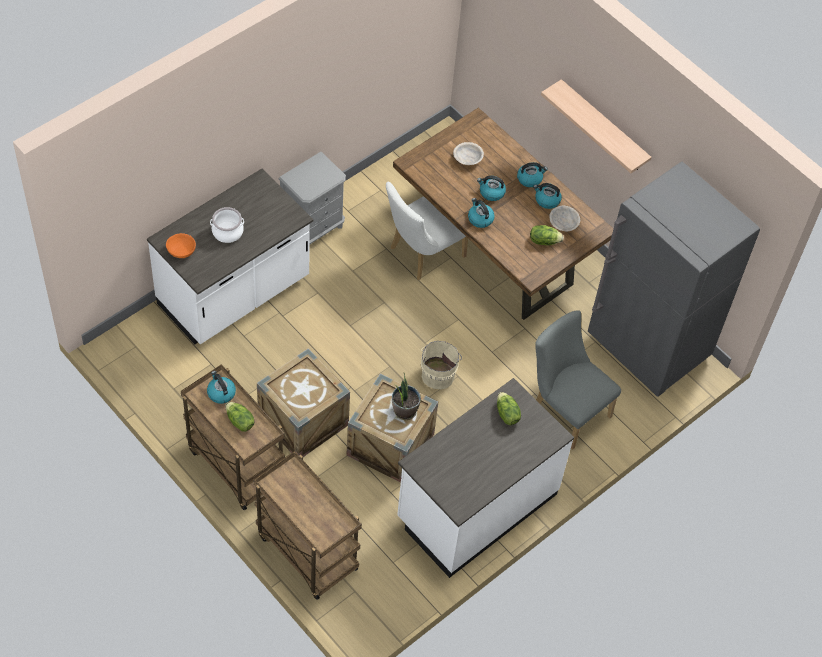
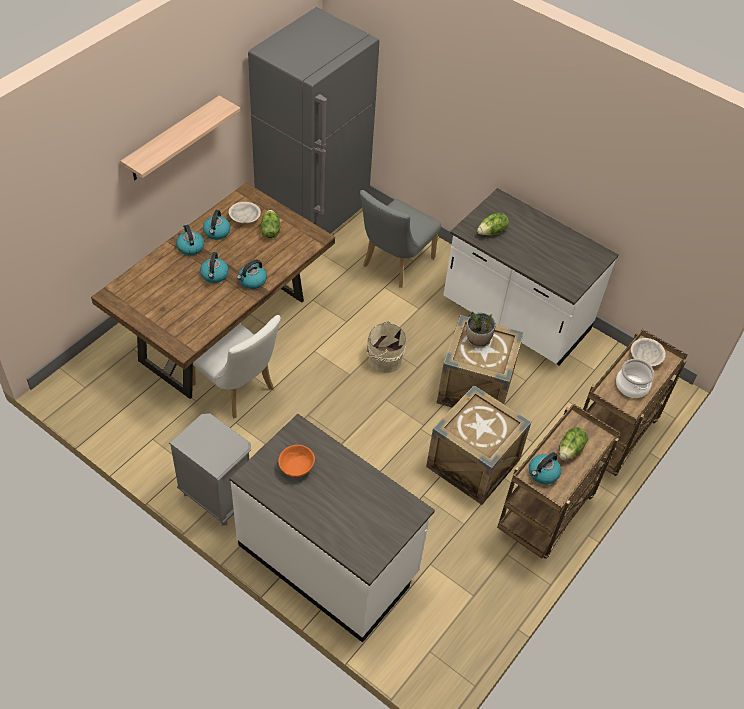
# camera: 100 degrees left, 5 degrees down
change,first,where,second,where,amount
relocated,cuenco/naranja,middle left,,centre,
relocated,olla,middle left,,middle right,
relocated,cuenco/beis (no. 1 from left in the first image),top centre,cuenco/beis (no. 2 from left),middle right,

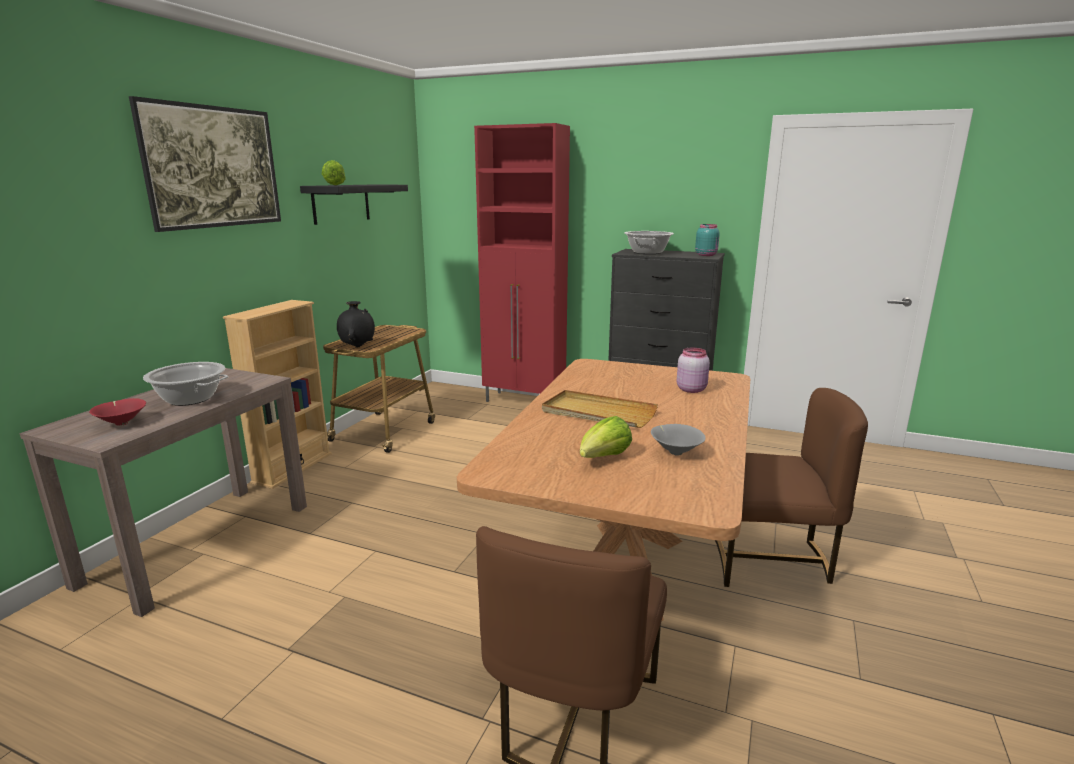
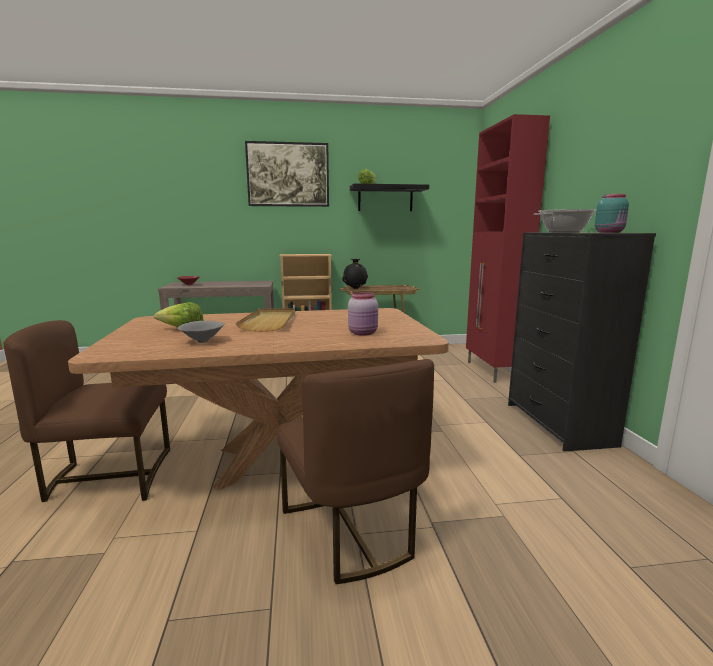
# camera: 60 degrees right, 5 degrees down
change,first,where,second,where,amount
missing,olla (no. 1 from left),middle left,,,

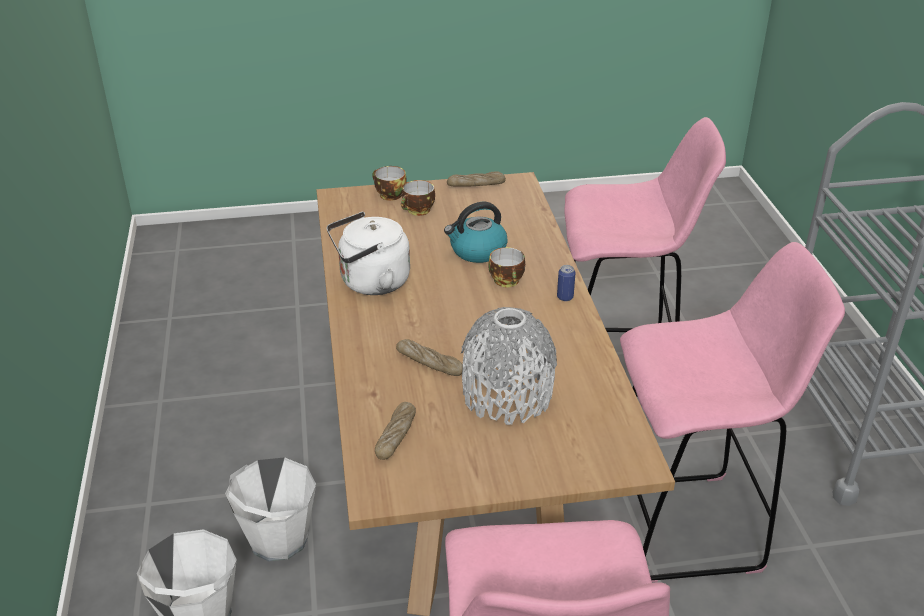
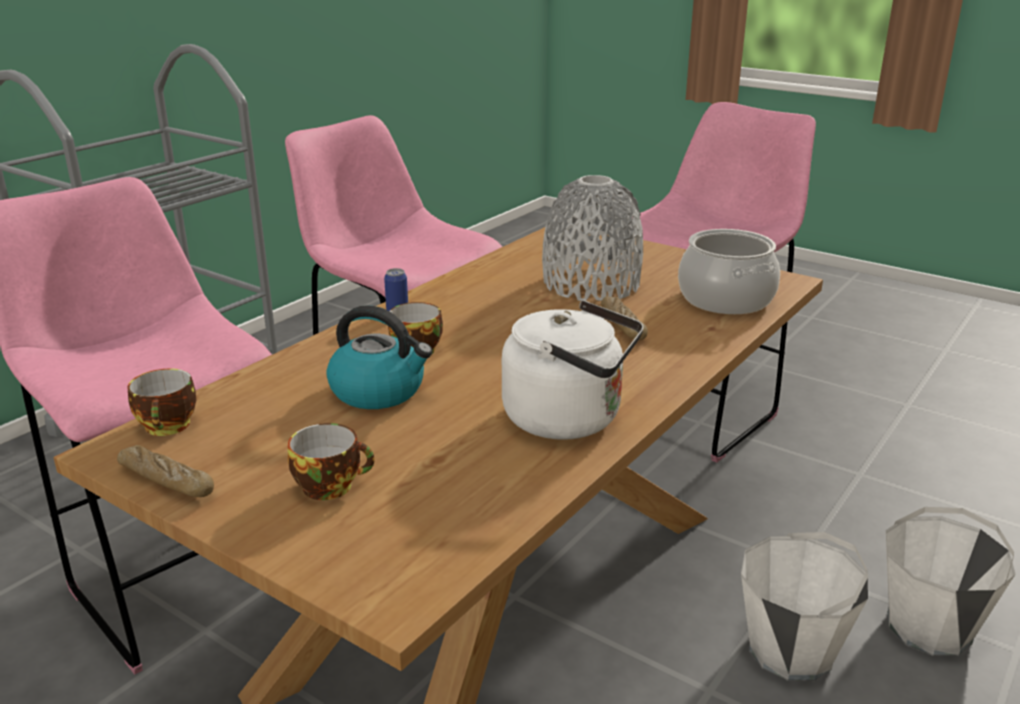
# camera: 135 degrees left, 10 degrees down
change,first,where,second,where,amount
relocated,taza (no. 1 from left),top centre,,middle left,
exchanged,pan (no. 1 from left),bottom centre,olla,middle right,

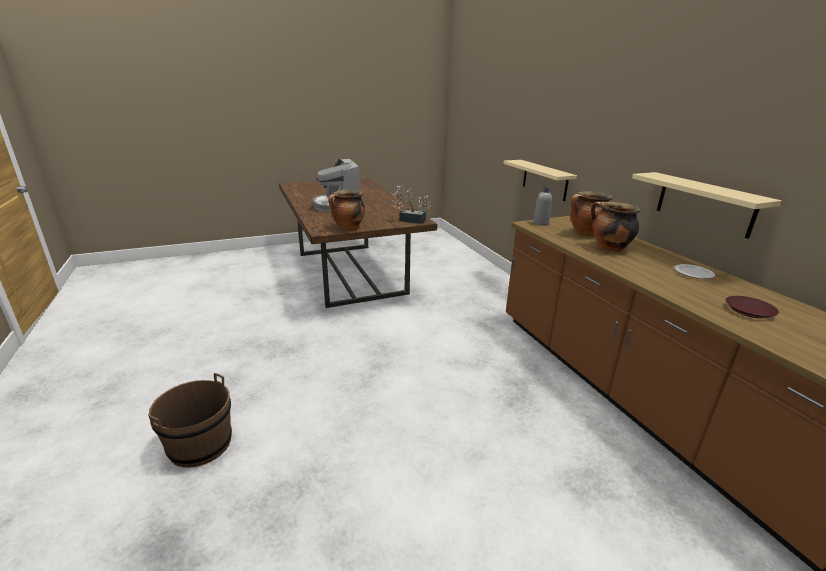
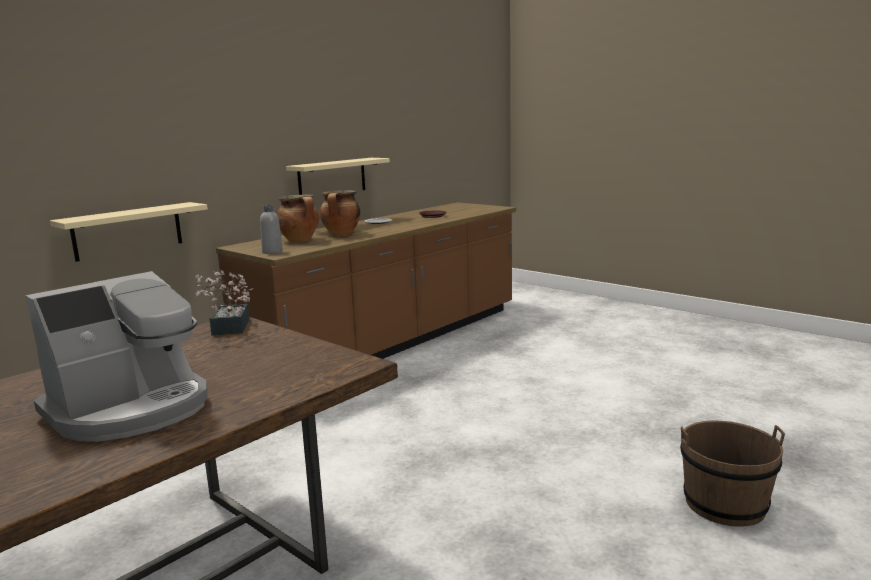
# camera: 115 degrees left, 10 degrees down
change,first,where,second,where,amount
missing,olla (no. 1 from left),centre,,,

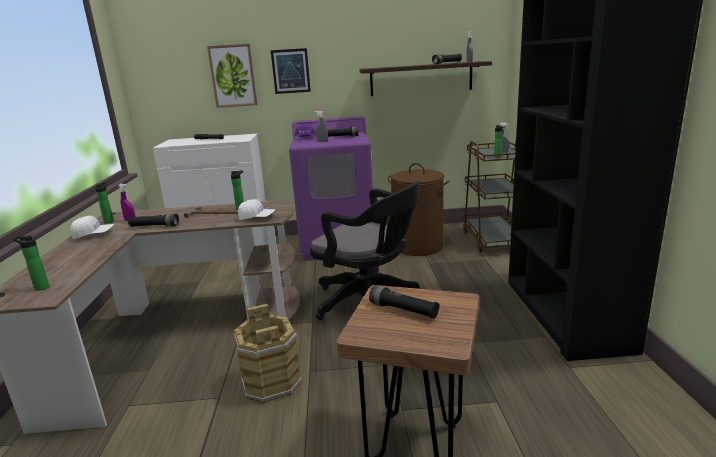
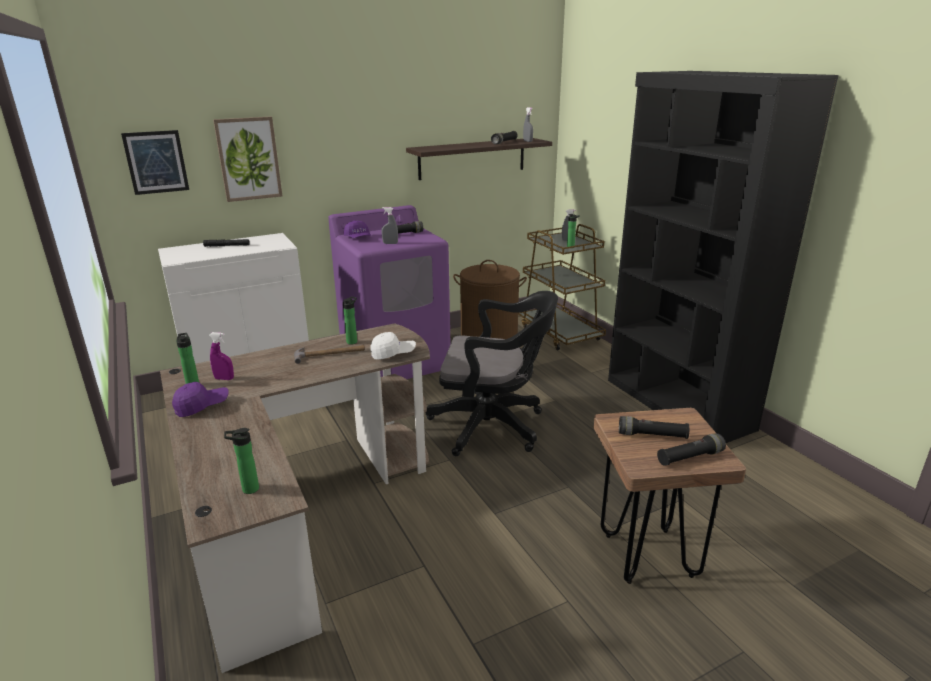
# camera: 25 degrees left, 5 degrees up
change,first,where,second,where,amount
relocated,cuadro (no. 2 from left in the first image),top centre,cuadro (no. 1 from left),top left,
colour,gorra/blanco (no. 1 from left),middle left,gorra/morado (no. 1 from left),middle left,
relocated,linterna/negro (no. 1 from left in the first image),middle left,linterna/negro (no. 5 from left),middle right,
missing,cubo/marrón,bottom centre,,,

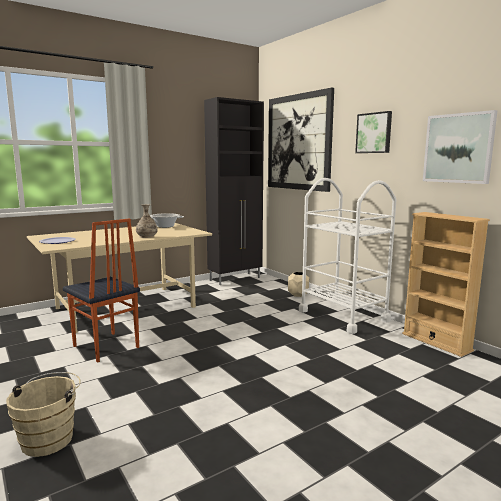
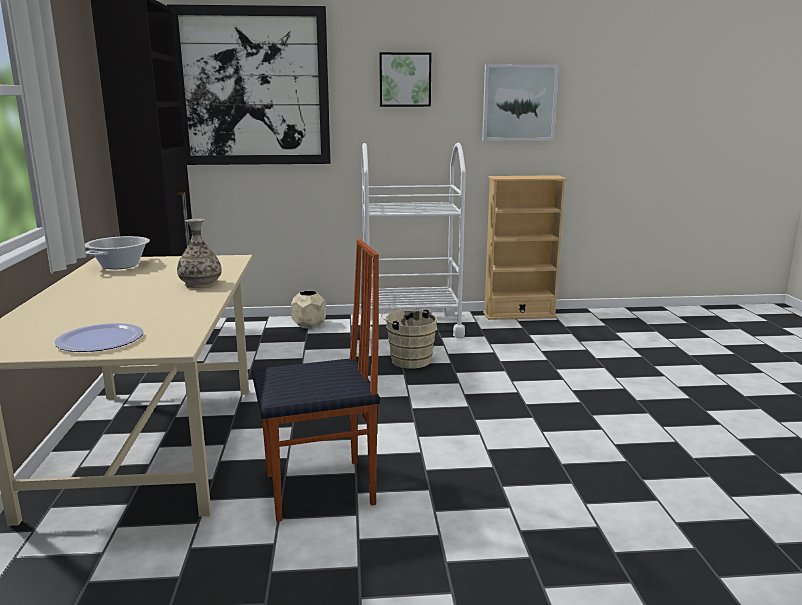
# camera: 60 degrees left, 5 degrees up
change,first,where,second,where,amount
relocated,cubo/beis,bottom left,,centre,

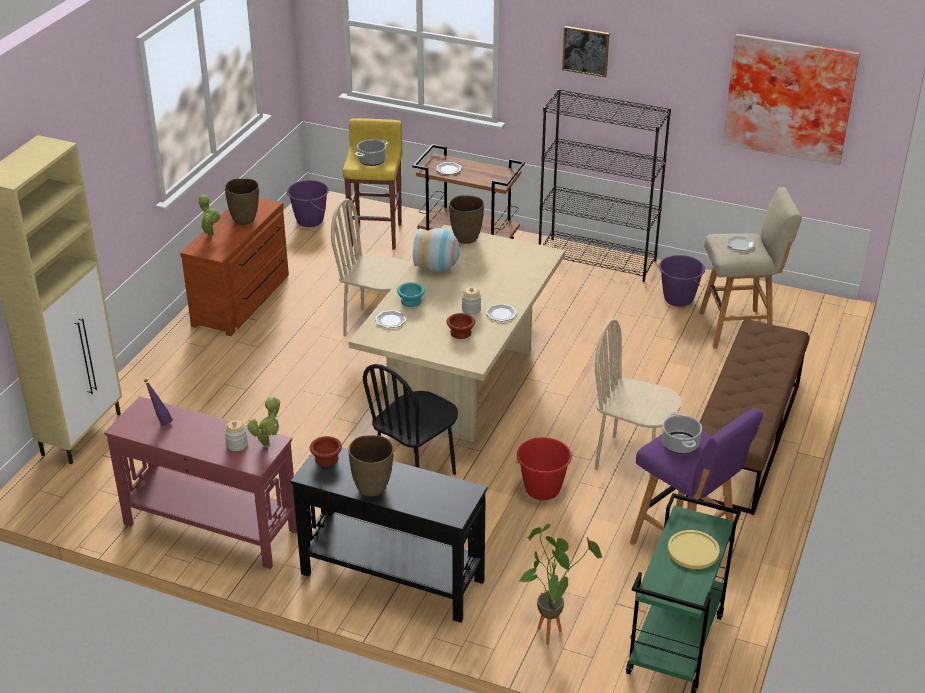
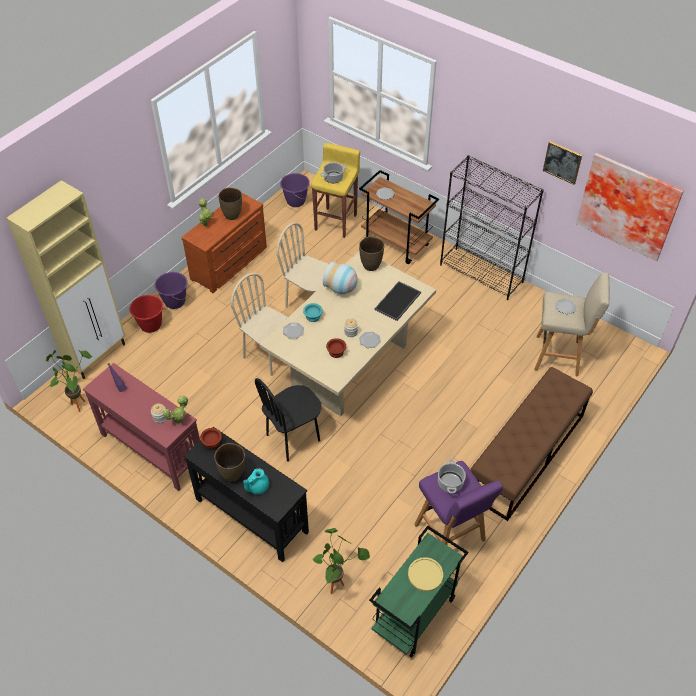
# camera: 15 degrees right, 15 degrees up
change,first,where,second,where,amount
appeared,,,planta en maceta (no. 1 from left),middle left,
relocated,cubo/rojo,bottom centre,,middle left,
relocated,cubo/morado (no. 2 from left in the first image),middle right,cubo/morado (no. 1 from left),middle left,
relocated,silla/beis (no. 2 from left in the first image),middle right,silla/beis (no. 1 from left),centre,
appeared,,,tetera/turquesa,bottom centre,
appeared,,,bandeja,centre,
relocated,cuadro (no. 1 from left),top centre,,top right,

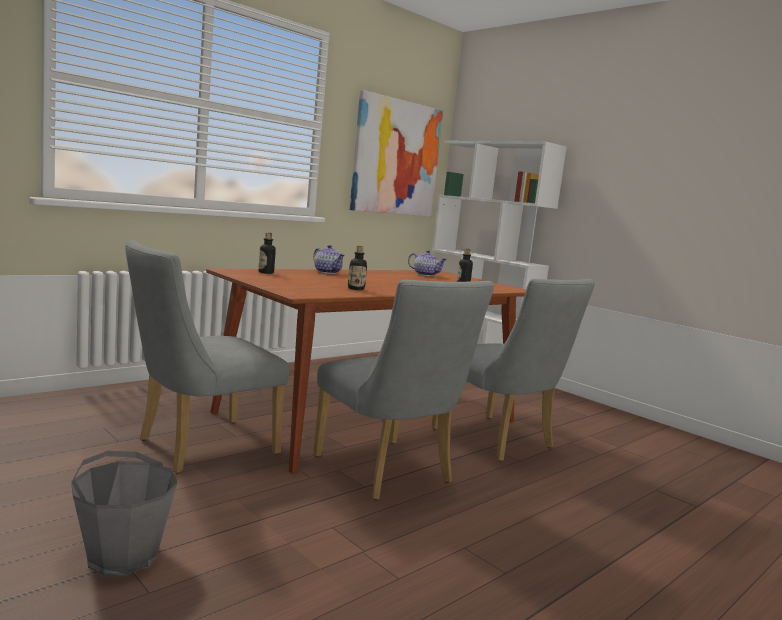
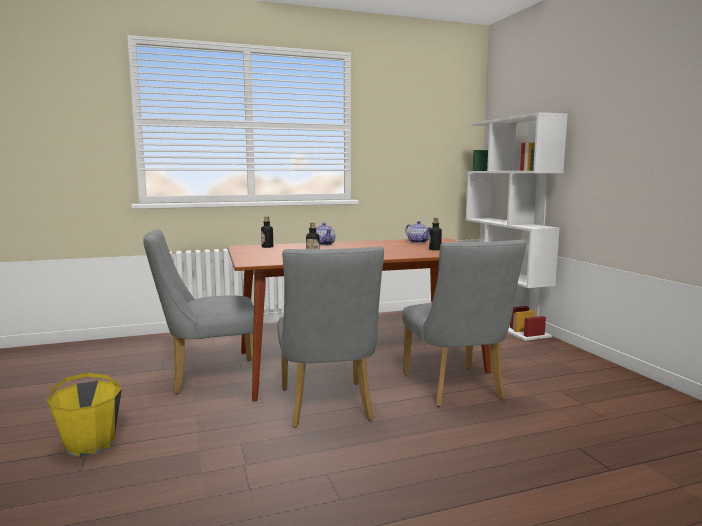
# camera: 25 degrees right, 0 degrees up
change,first,where,second,where,amount
colour,cubo/gris,bottom left,cubo/amarillo,bottom left,
missing,cuadro,top centre,,,

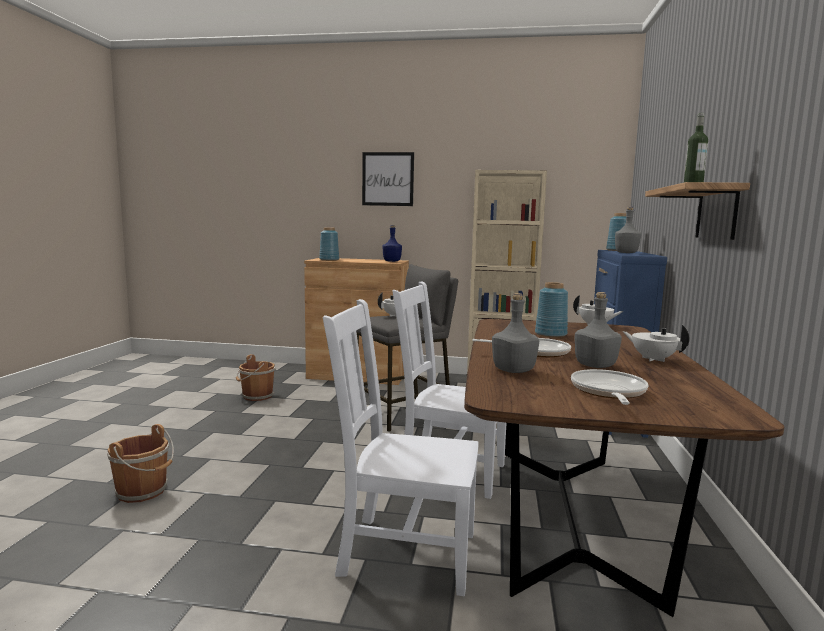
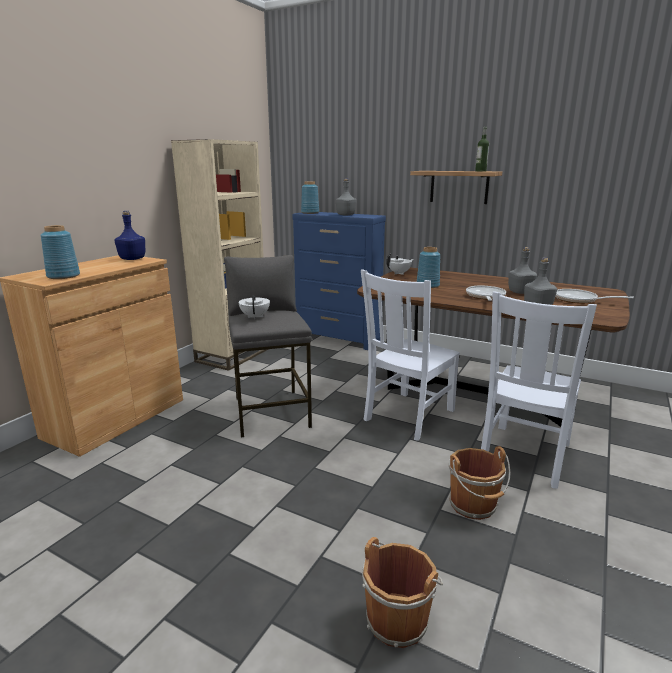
# camera: 70 degrees left, 10 degrees up
change,first,where,second,where,amount
relocated,cubo/marrón (no. 2 from left),middle left,,bottom right,
missing,cuadro,top centre,,,
missing,tetera/blanco (no. 3 from left),middle right,,,

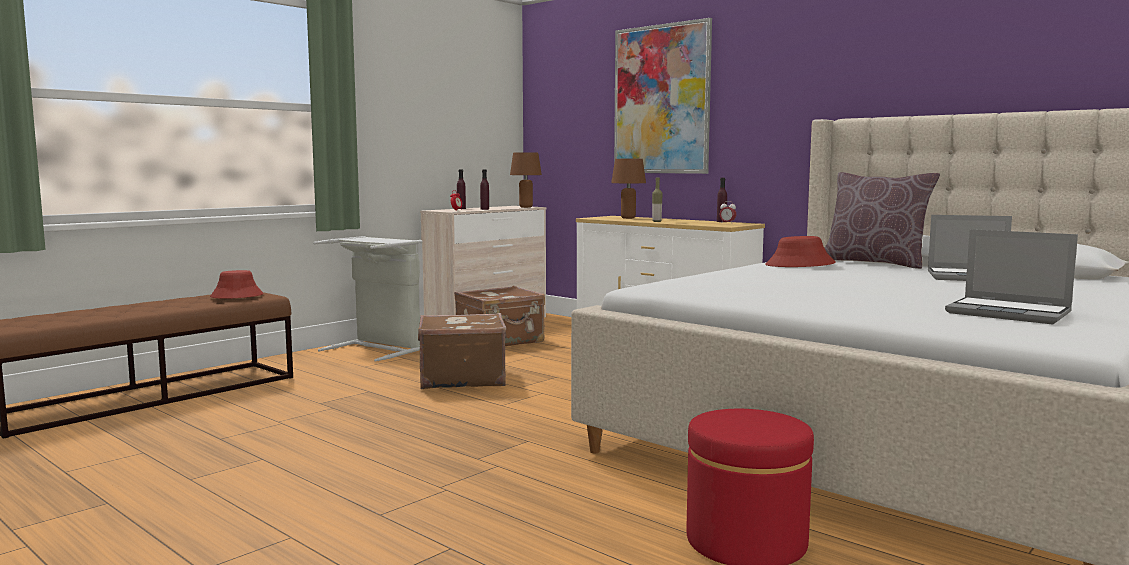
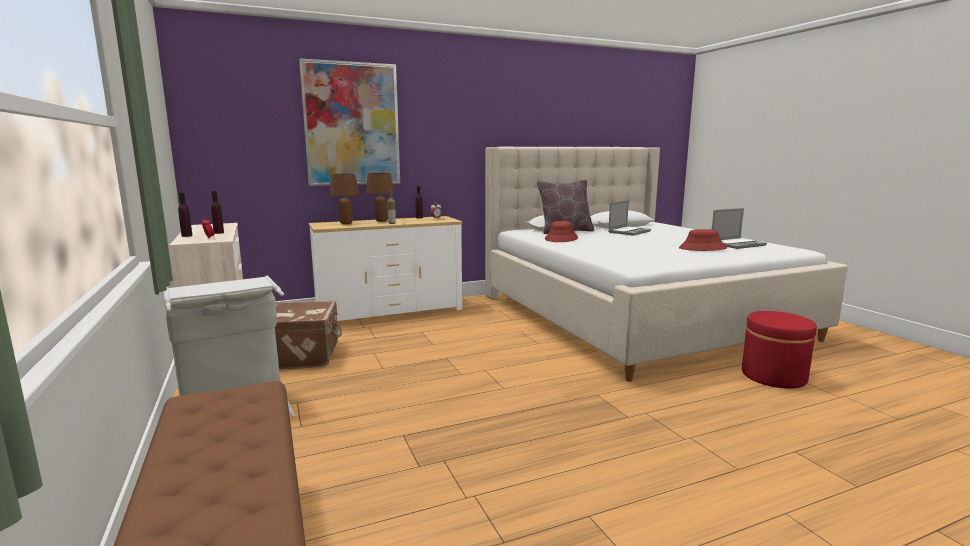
# camera: 65 degrees left, 5 degrees up
change,first,where,second,where,amount
relocated,lámpara de mesa/marrón (no. 1 from left in the first image),top centre,lámpara de mesa/marrón (no. 2 from left),centre,
relocated,sombrero/rojo (no. 1 from left in the first image),middle left,sombrero/rojo (no. 2 from left),middle right,
missing,maleta/marrón (no. 1 from left),centre,,,

